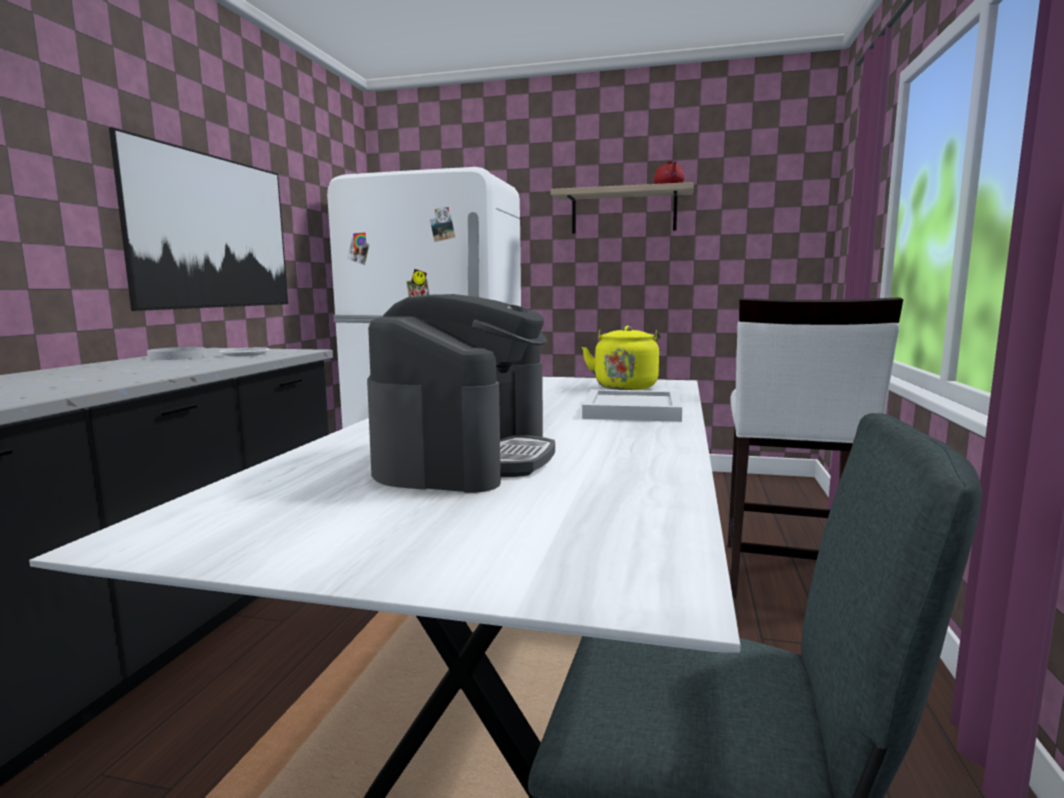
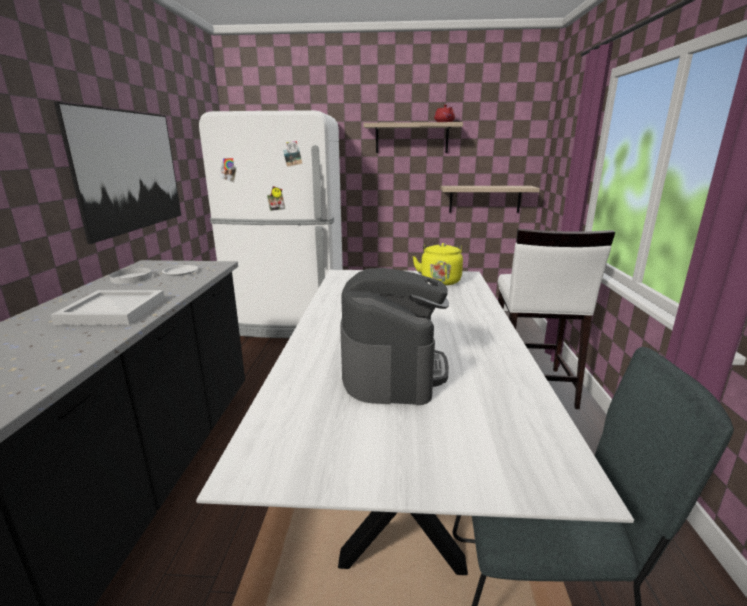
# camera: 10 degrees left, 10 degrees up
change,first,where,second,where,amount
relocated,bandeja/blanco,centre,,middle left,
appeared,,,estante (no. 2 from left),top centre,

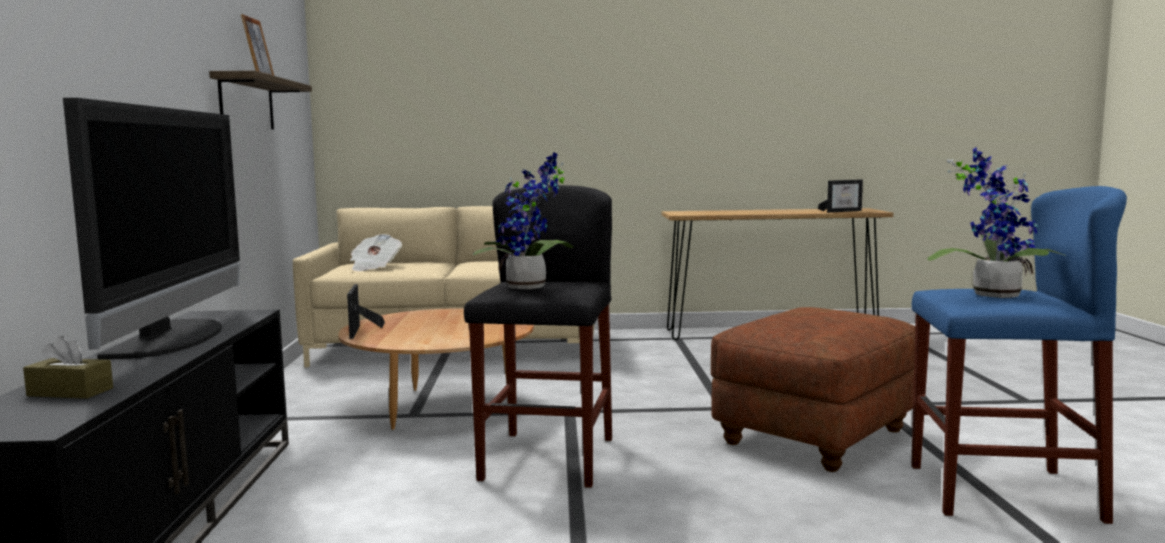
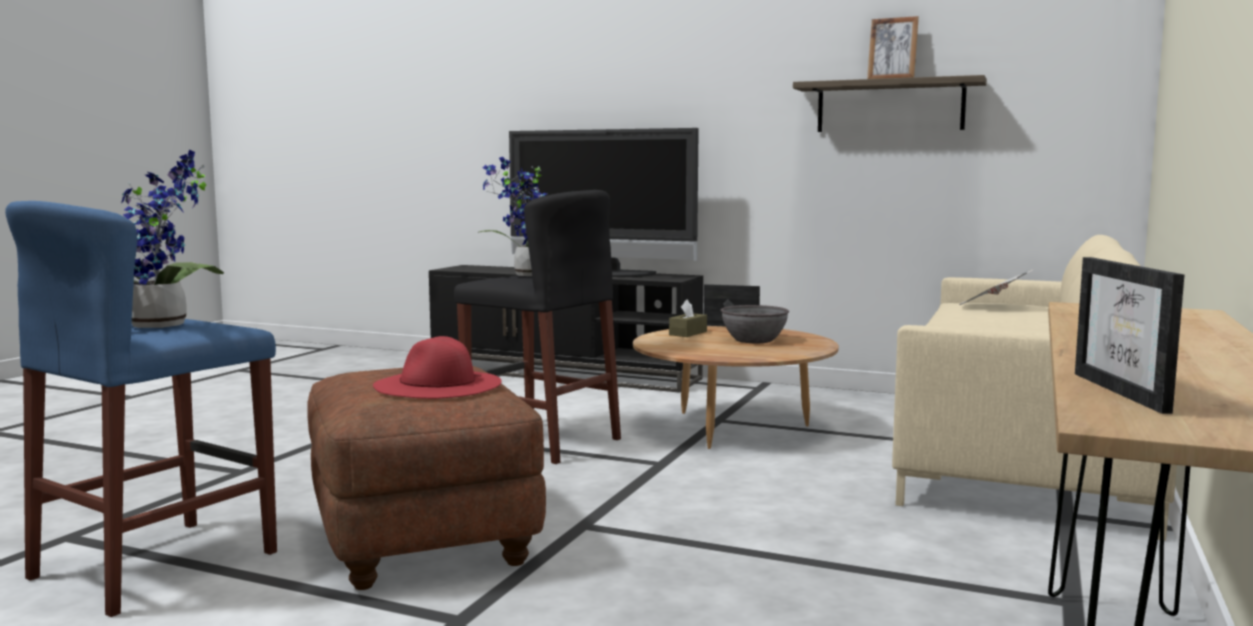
# camera: 115 degrees right, 0 degrees up
change,first,where,second,where,amount
appeared,,,sombrero/rojo,centre,
relocated,caja de pañuelos/marrón,bottom left,,centre,
appeared,,,cuenco/gris,centre,

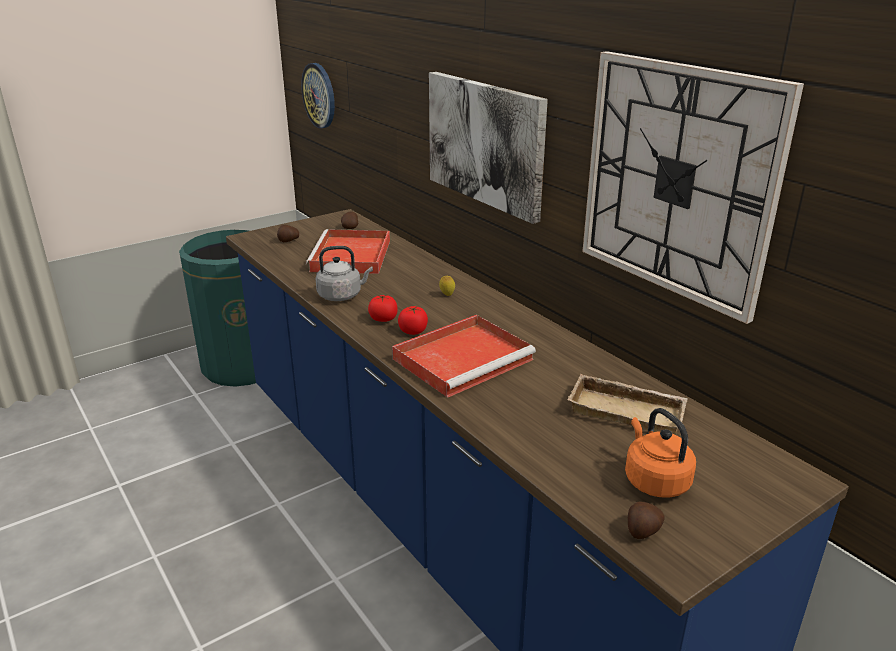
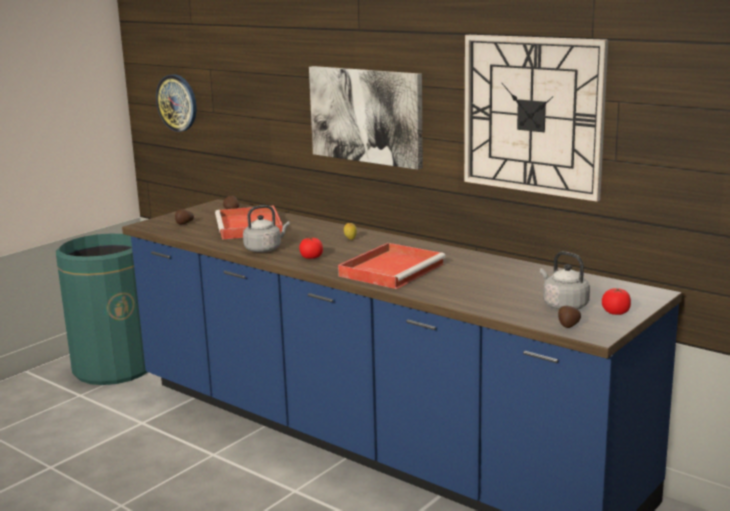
# camera: 15 degrees left, 10 degrees down
change,first,where,second,where,amount
colour,hervidor/naranja,bottom right,hervidor/gris (no. 2 from left),middle right,
relocated,tomate (no. 2 from left),centre,,middle right,
missing,bandeja/beis,middle right,,,

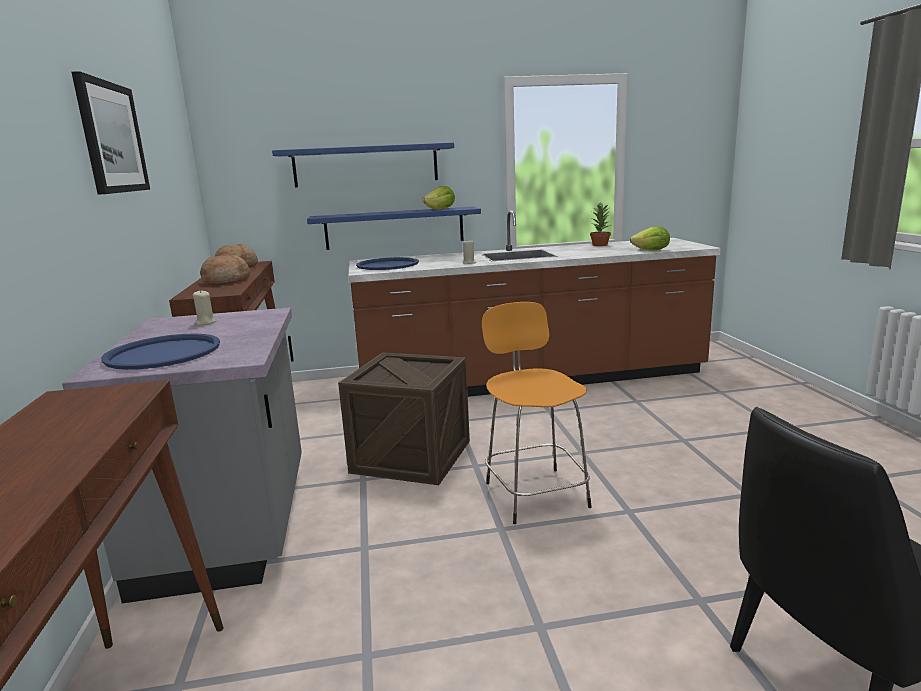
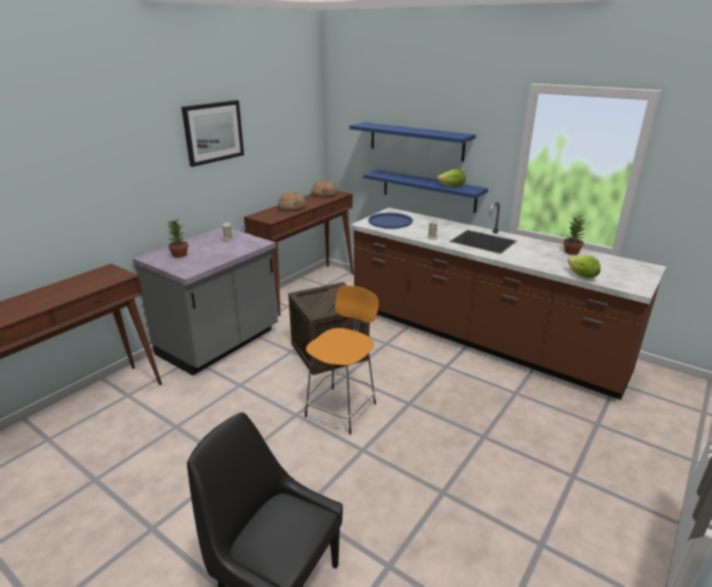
# camera: 45 degrees right, 10 degrees up
change,first,where,second,where,amount
exchanged,bandeja/azul (no. 1 from left),middle left,planta en maceta (no. 1 from left),middle left,

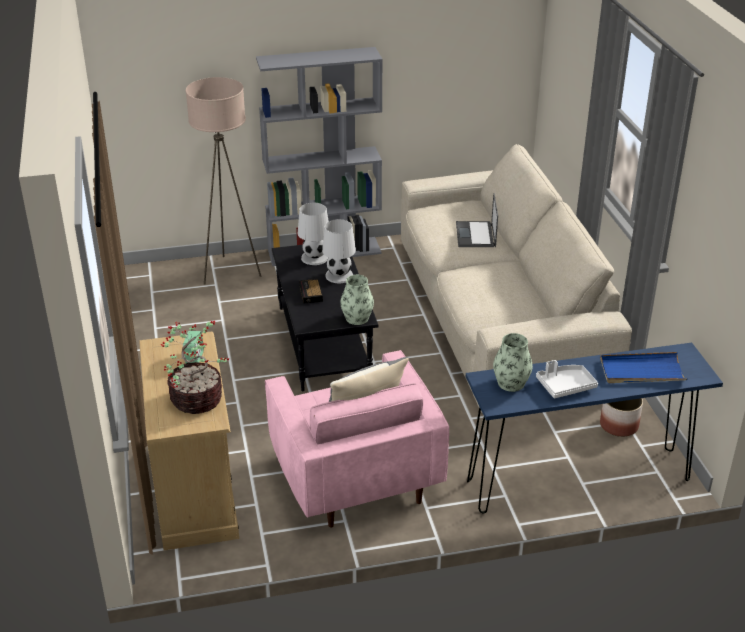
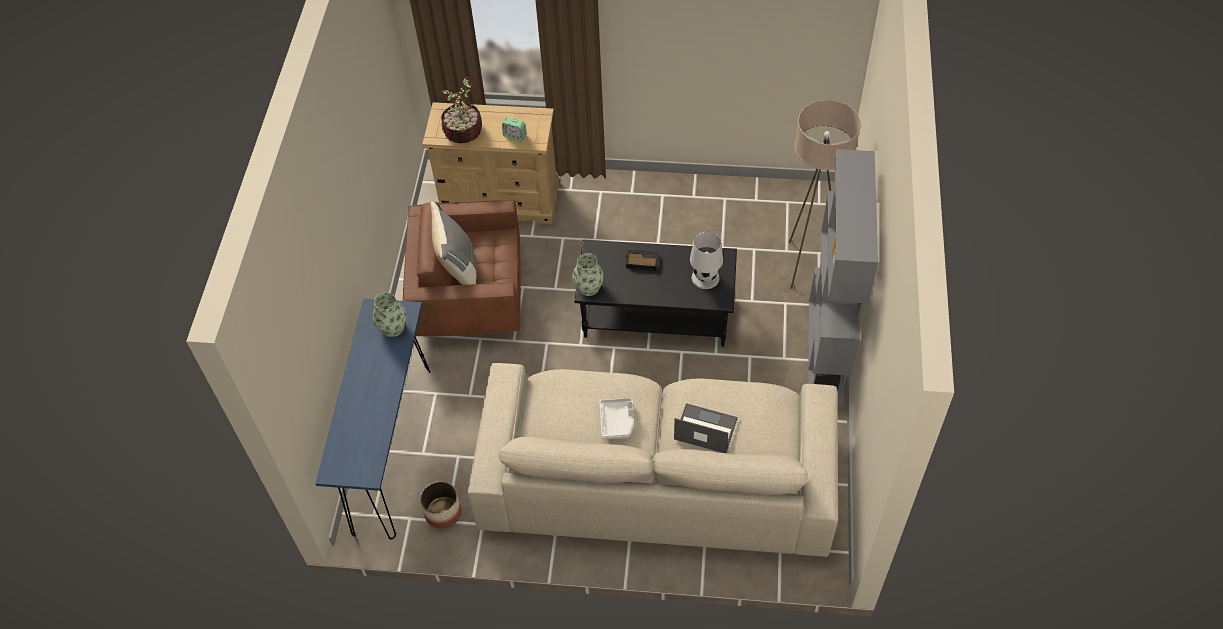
# camera: 110 degrees right, 20 degrees up
change,first,where,second,where,amount
colour,sillón/rosa,bottom centre,sillón/marrón,centre,
relocated,bandeja/blanco,middle right,,centre,
missing,lámpara de mesa/blanco (no. 2 from left),centre,,,
missing,bandeja/azul,middle right,,,

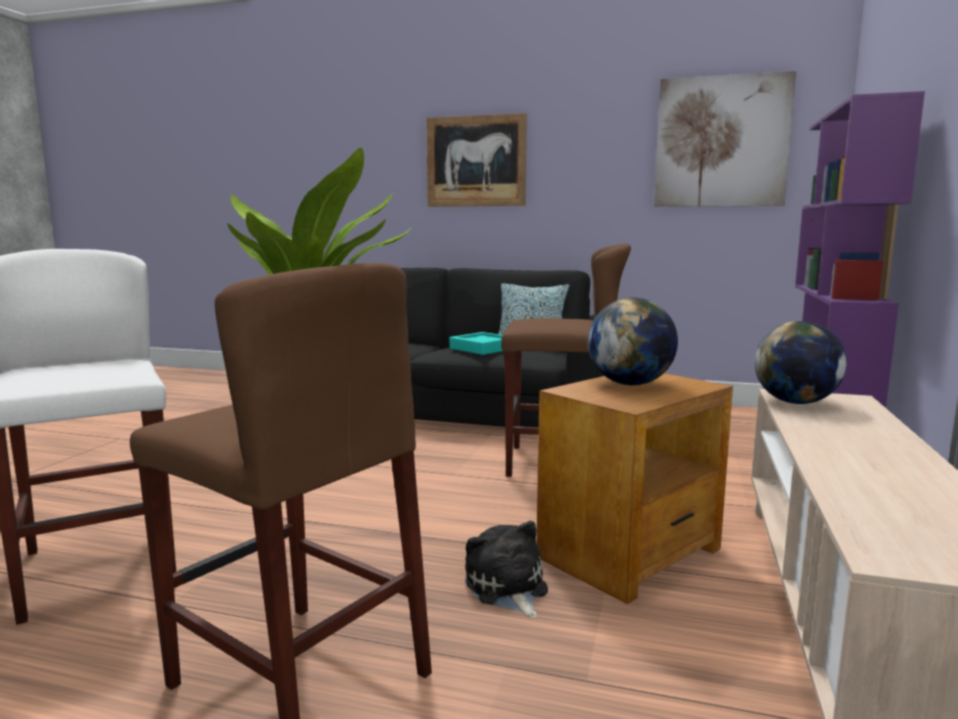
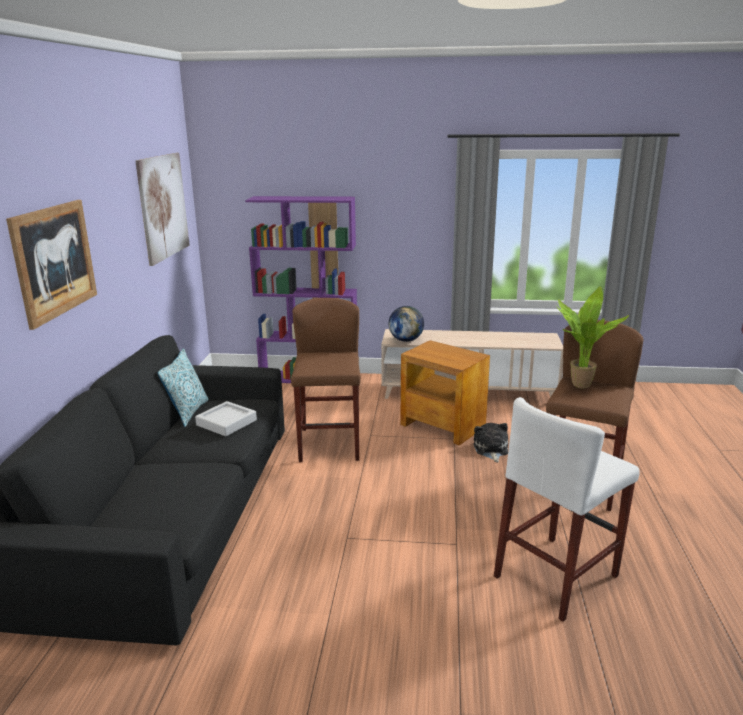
# camera: 100 degrees left, 10 degrees up
change,first,where,second,where,amount
colour,bandeja/turquesa,centre,bandeja/gris,middle left,
spun,peluche,bottom centre,,centre,120 degrees clockwise
missing,globo terráqueo (no. 1 from left),centre,,,

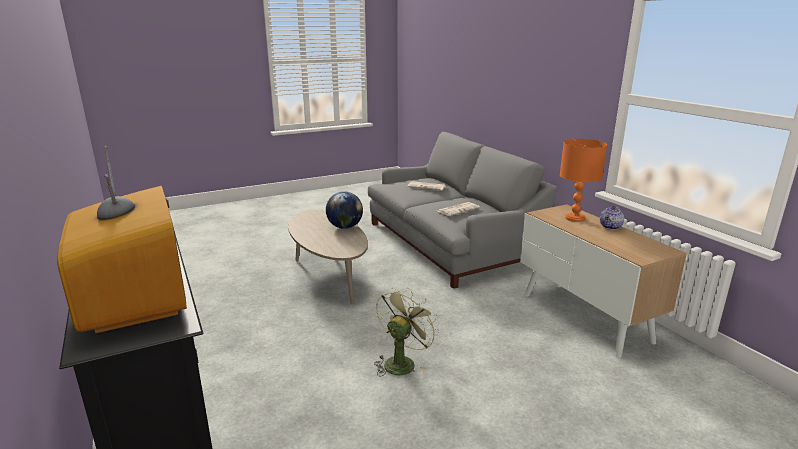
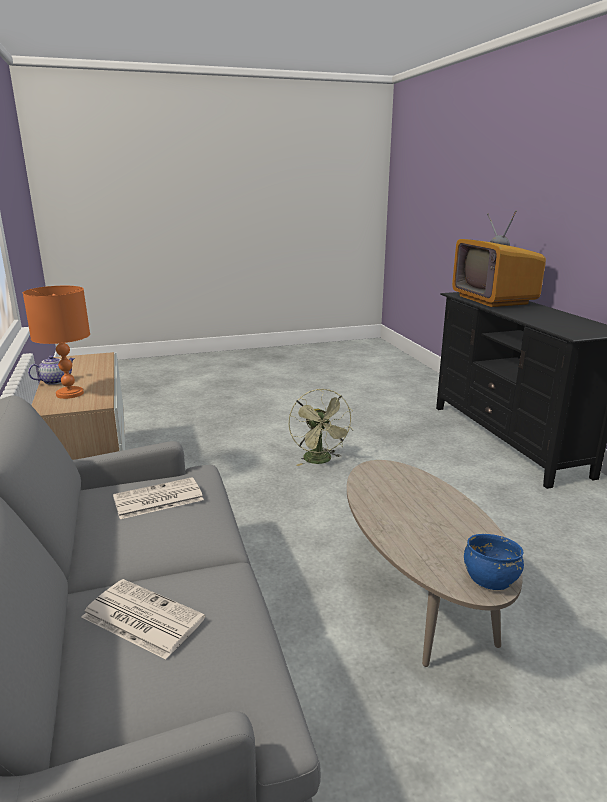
# camera: 170 degrees left, 0 degrees up
change,first,where,second,where,amount
spun,ventilador/verde,bottom centre,,centre,60 degrees counterclockwise
appeared,,,cuenco/azul,bottom right,
missing,globo terráqueo,centre,,,

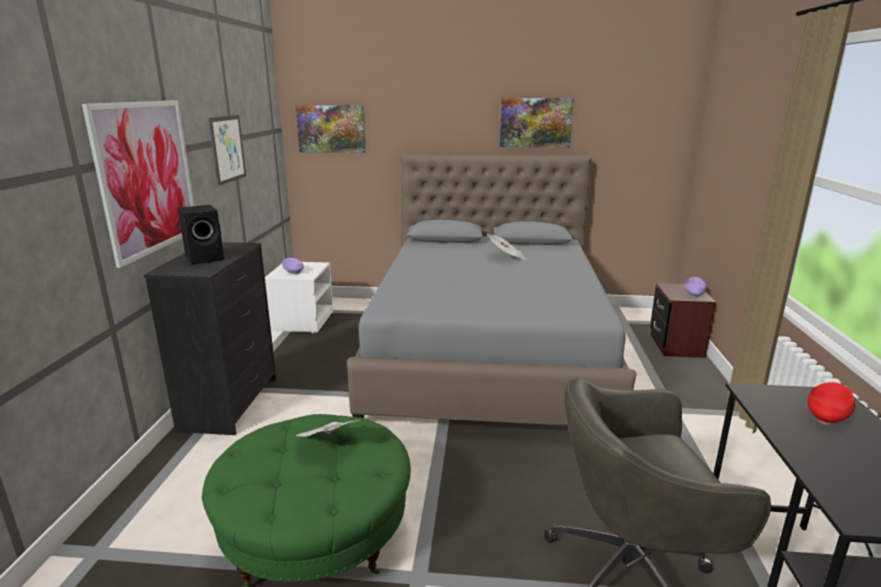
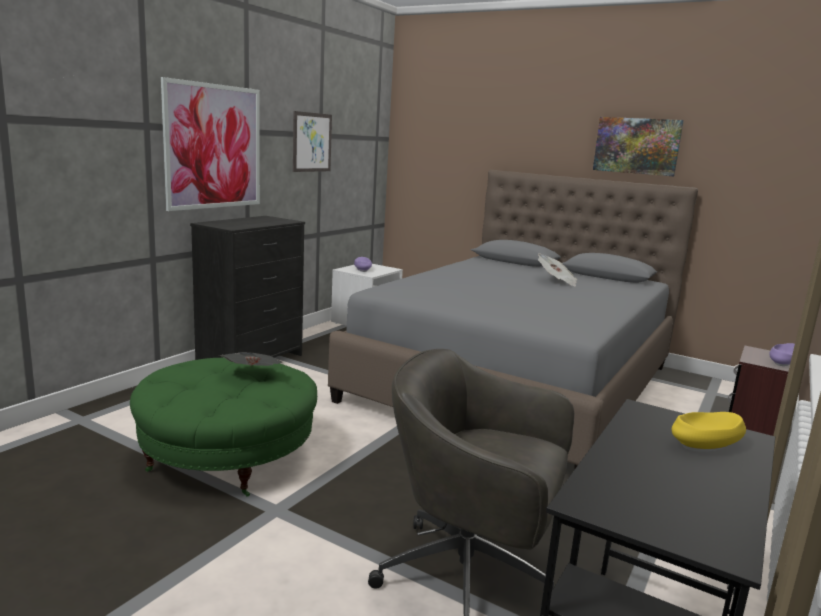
# camera: 25 degrees right, 5 degrees down
change,first,where,second,where,amount
colour,cuenco/rojo,bottom right,cuenco/amarillo,bottom right,
missing,altavoz/negro,middle left,,,
missing,cuadro (no. 3 from left),top centre,,,

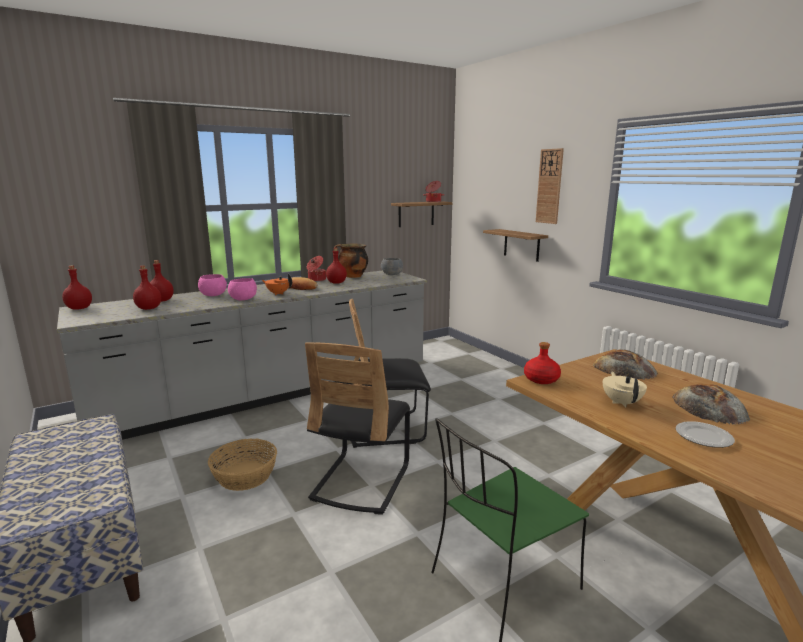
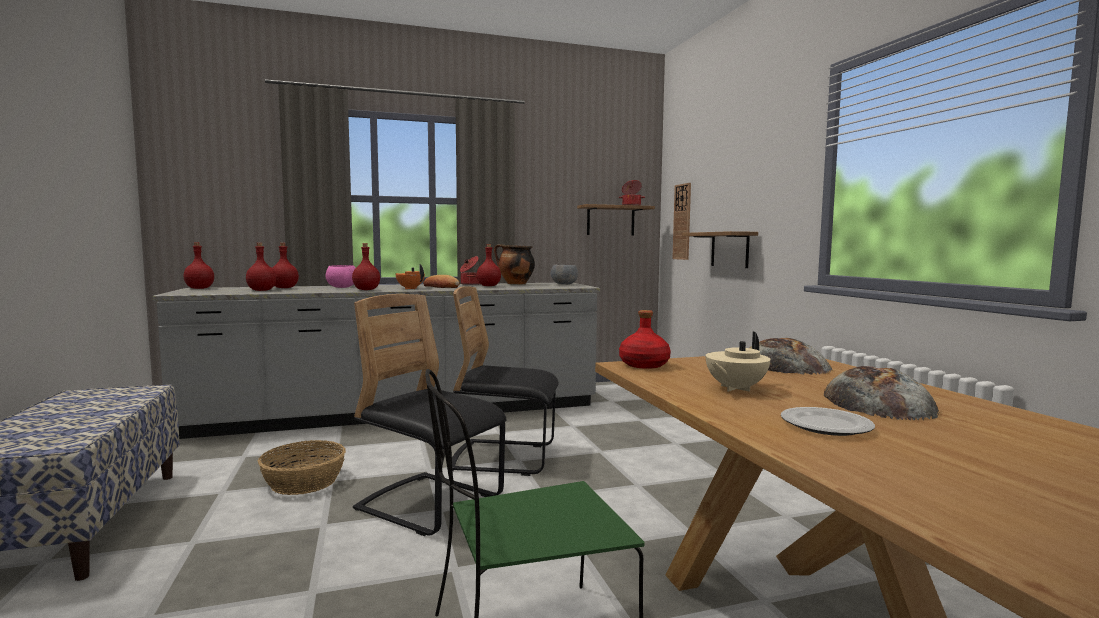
# camera: 15 degrees right, 10 degrees down
change,first,where,second,where,amount
exchanged,cuenco/rosa (no. 2 from left),middle left,botella/rojo (no. 4 from left),middle left,
spun,silla/negro (no. 1 from left),bottom centre,,bottom centre,90 degrees clockwise
relocated,reloj de pared,top right,,centre,
spun,tetera/beis,middle right,,middle right,150 degrees counterclockwise

